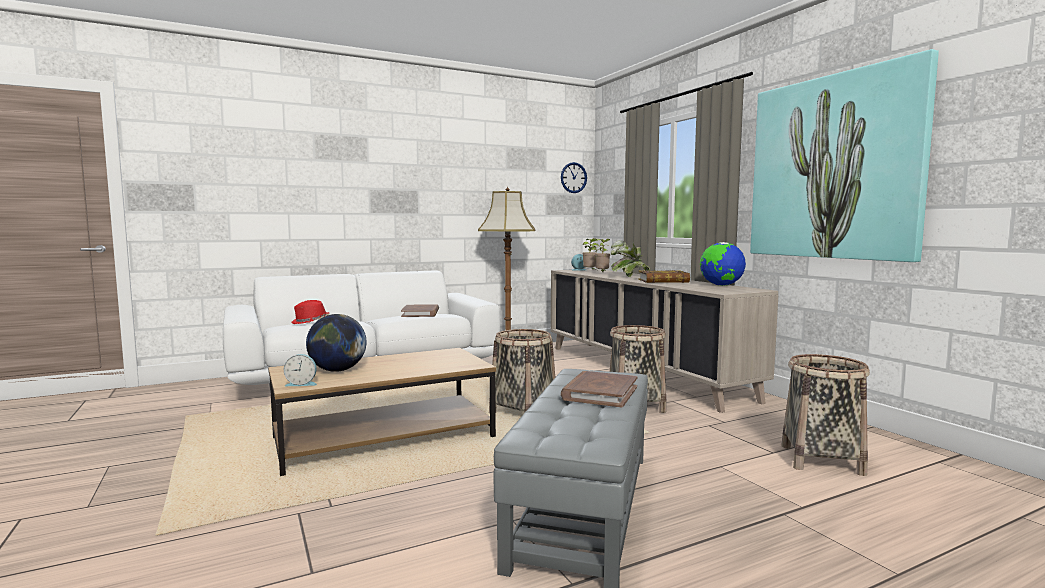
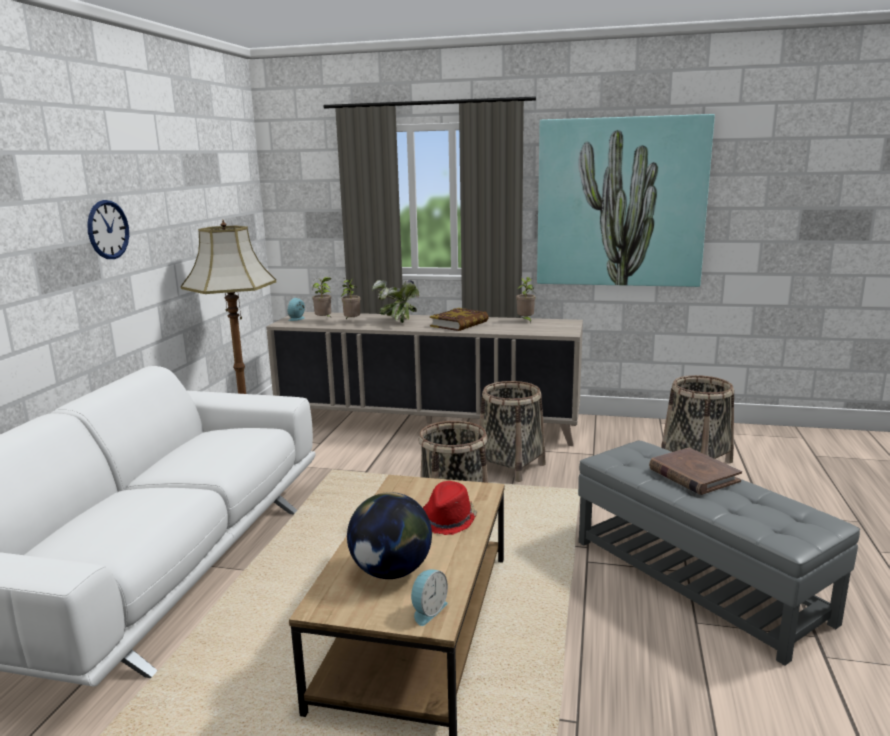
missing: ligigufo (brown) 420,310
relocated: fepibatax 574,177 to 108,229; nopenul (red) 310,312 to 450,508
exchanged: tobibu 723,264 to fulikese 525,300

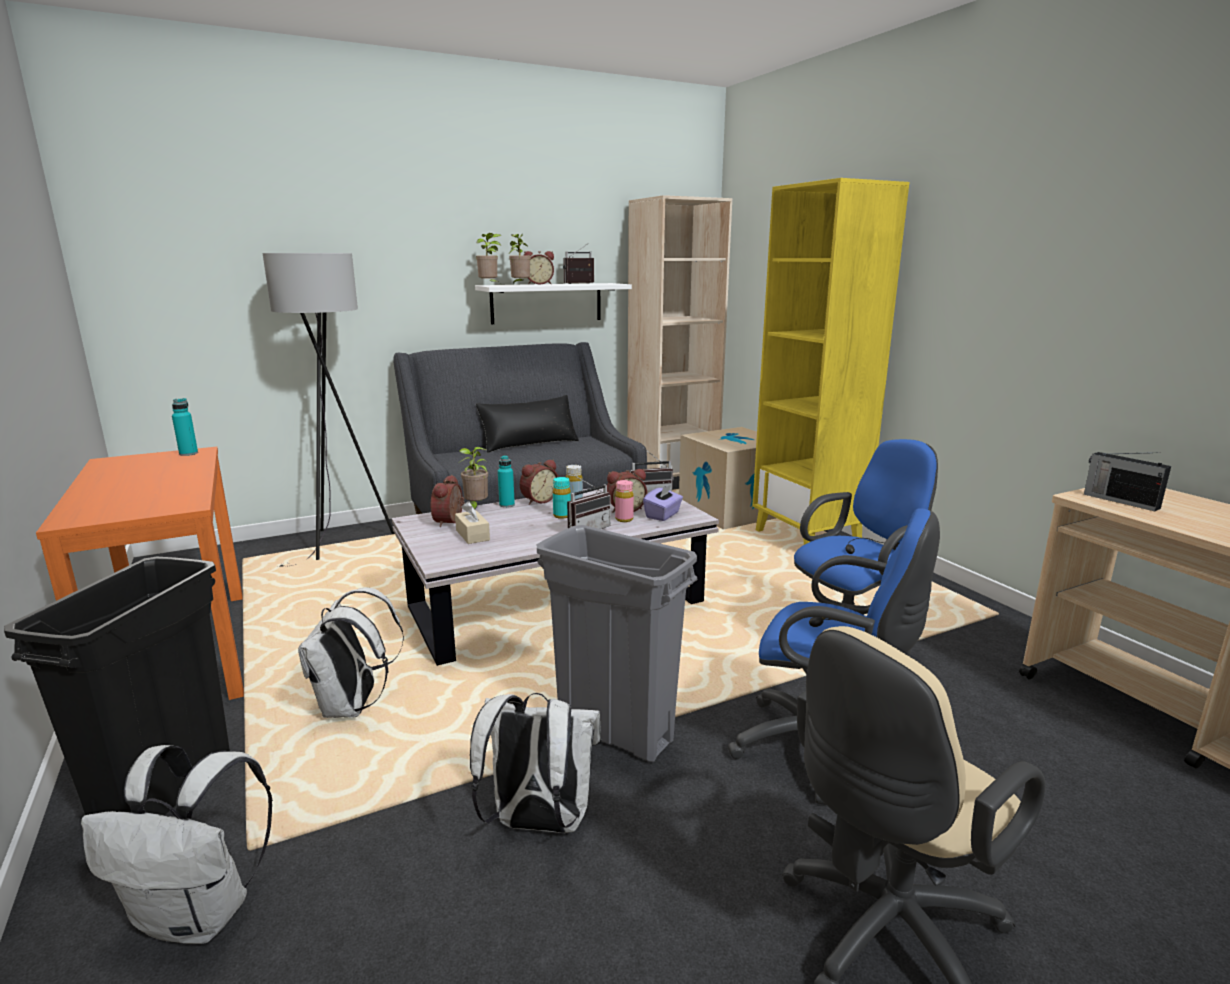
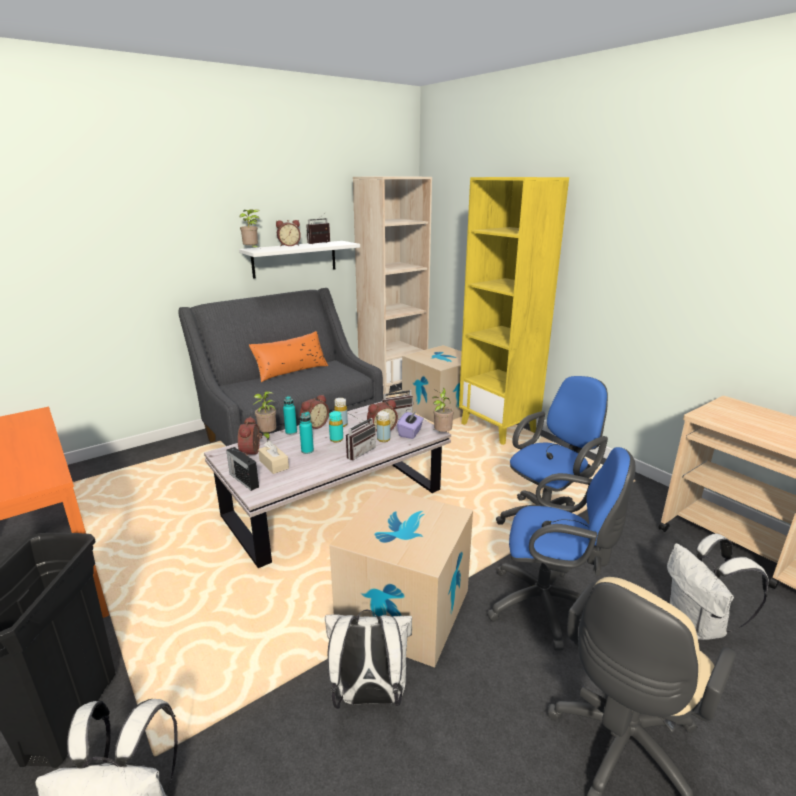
missing: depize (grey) 329,410
relocated: fulikese 520,259 to 443,410; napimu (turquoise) 185,427 to 306,433; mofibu 1127,481 to 242,469; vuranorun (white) 351,653 to 718,586
exchanged: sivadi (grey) 617,643 to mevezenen 401,577
colour: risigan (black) 527,424 to risigan (orange) 288,356; napimu (pink) 624,501 to napimu (yellow) 383,426

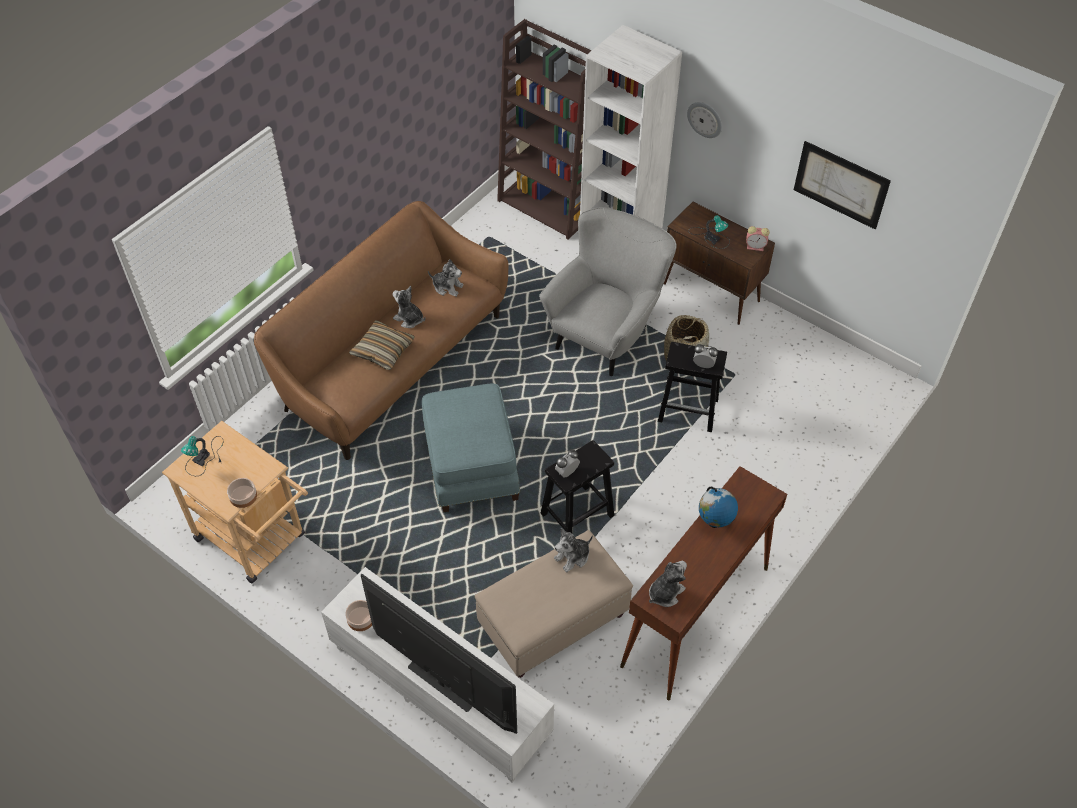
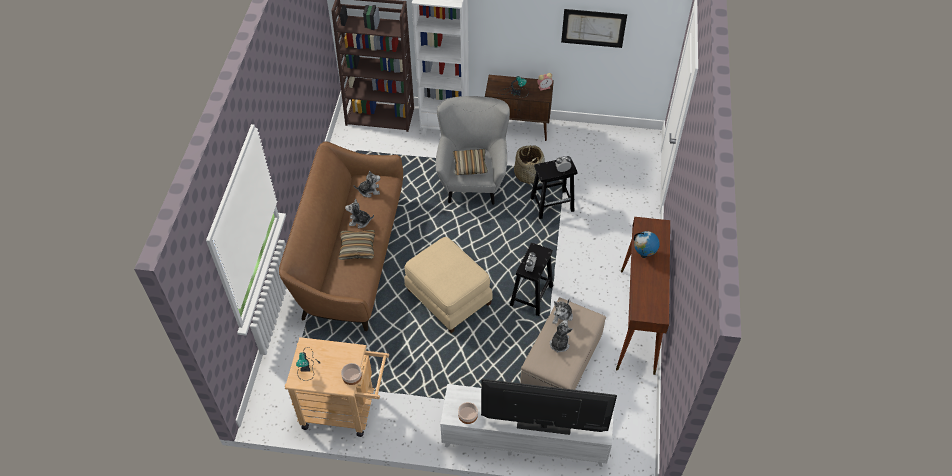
missing: fepibatax 704,120
appeared: risigan 470,162
relocated: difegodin 668,584 to 561,336
colour: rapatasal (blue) 471,447 to rapatasal (beige) 448,285

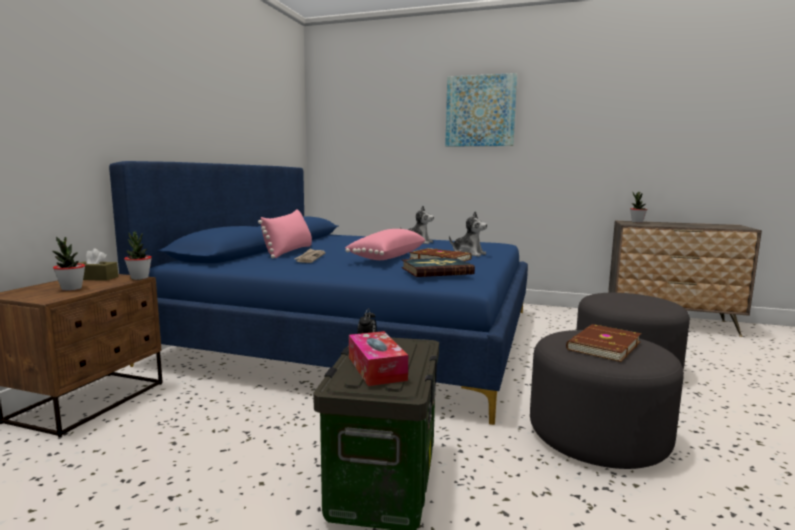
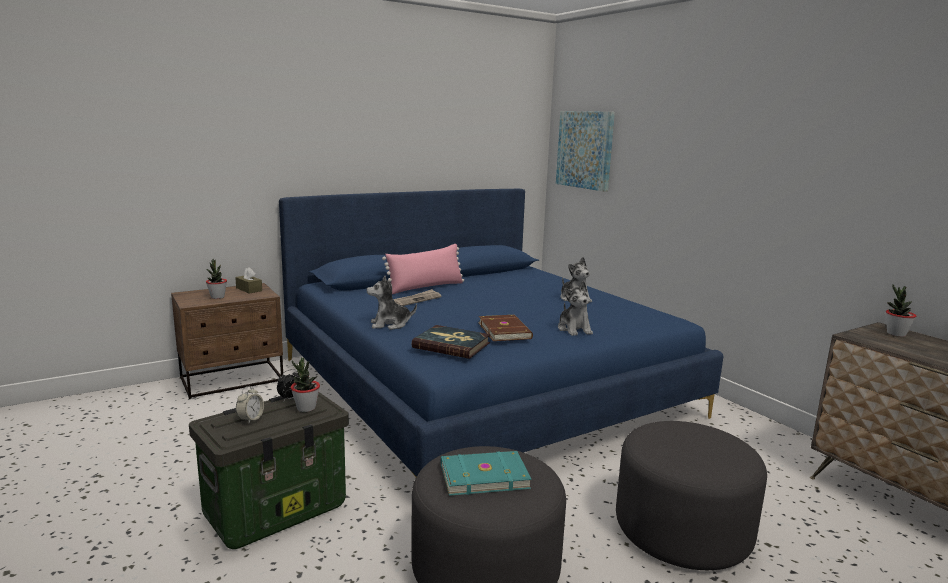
missing: risigan (pink) 385,244
appeared: difegodin 391,302
relocated: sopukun 481,110 to 585,151; fulikese 138,255 to 305,385
exchanged: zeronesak 378,358 to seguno 250,404
colour: ligigufo (brown) 603,343 to ligigufo (turquoise) 486,473

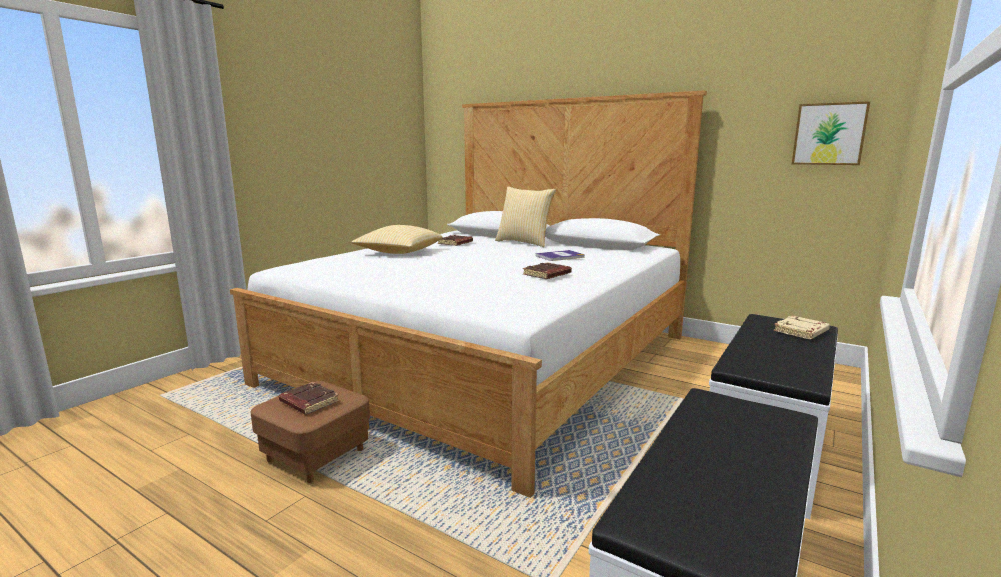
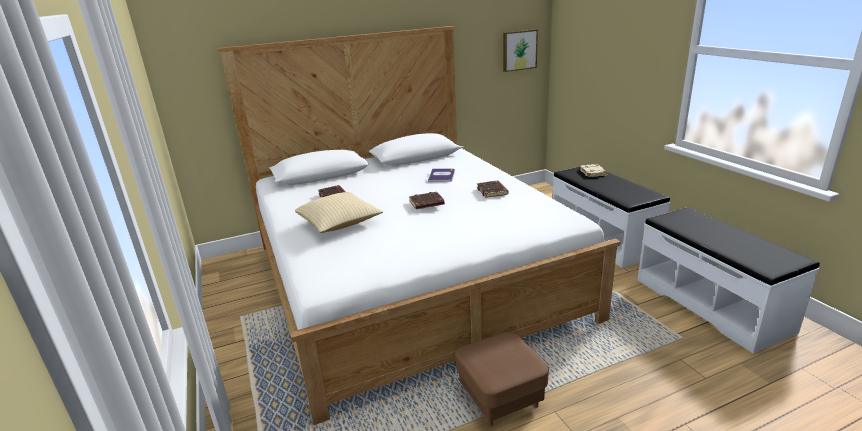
missing: risigan 525,216
relocated: ligigufo (brown) 309,398 to 427,200

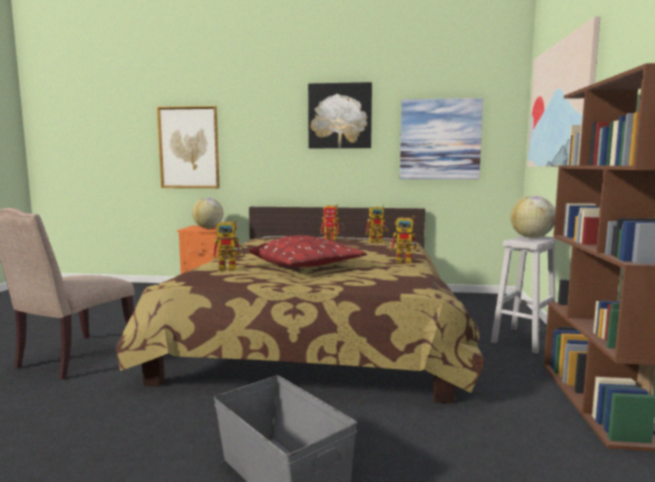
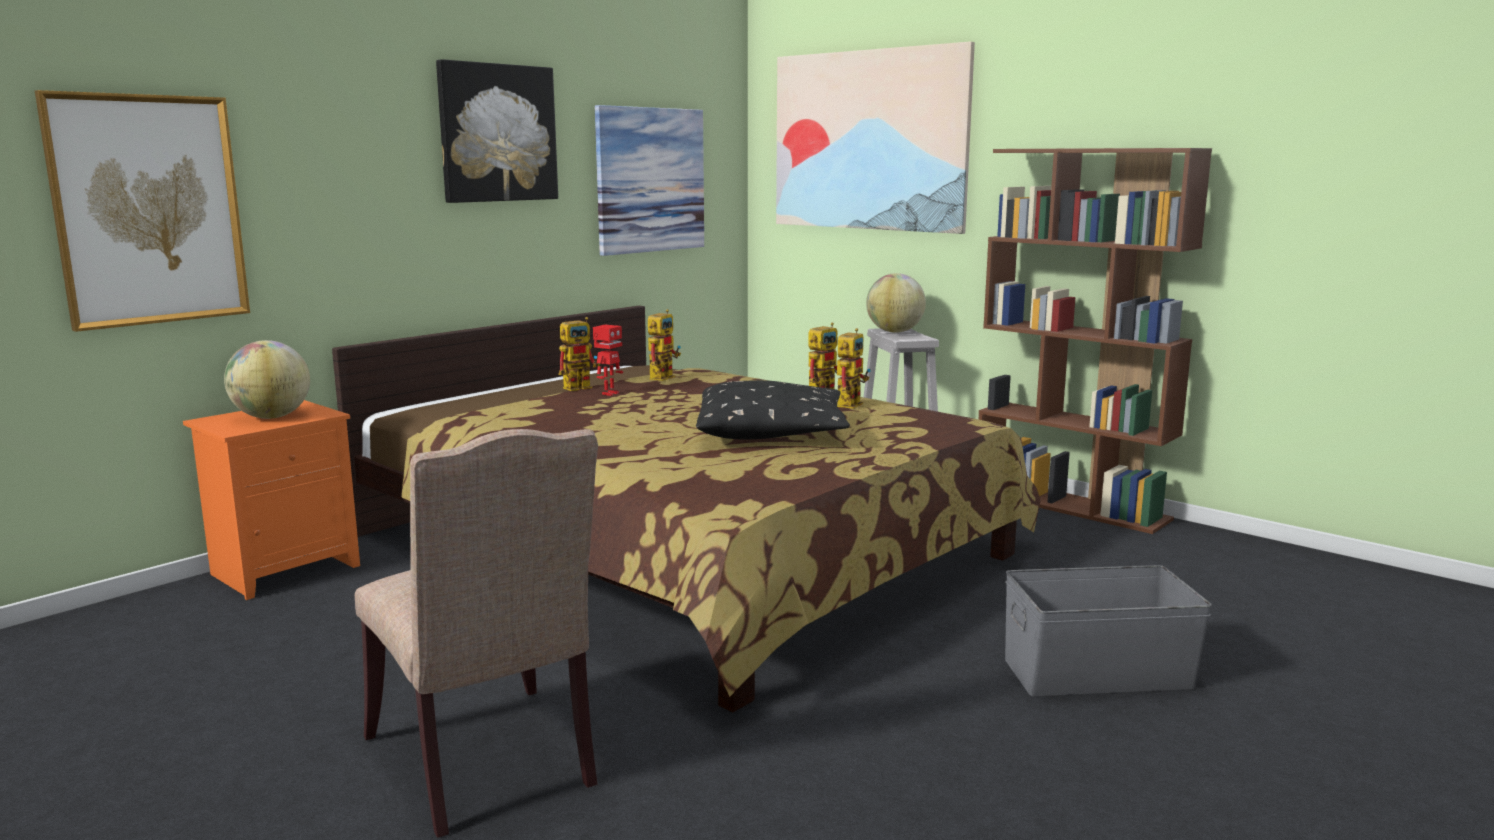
relocated: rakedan 229,245 to 854,368
colour: risigan (red) 308,251 to risigan (black) 773,409

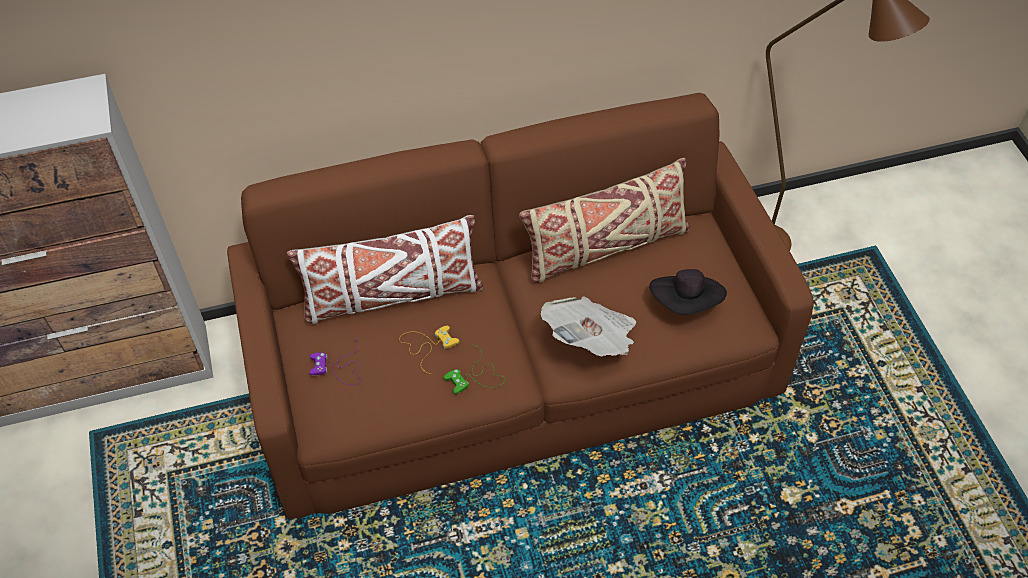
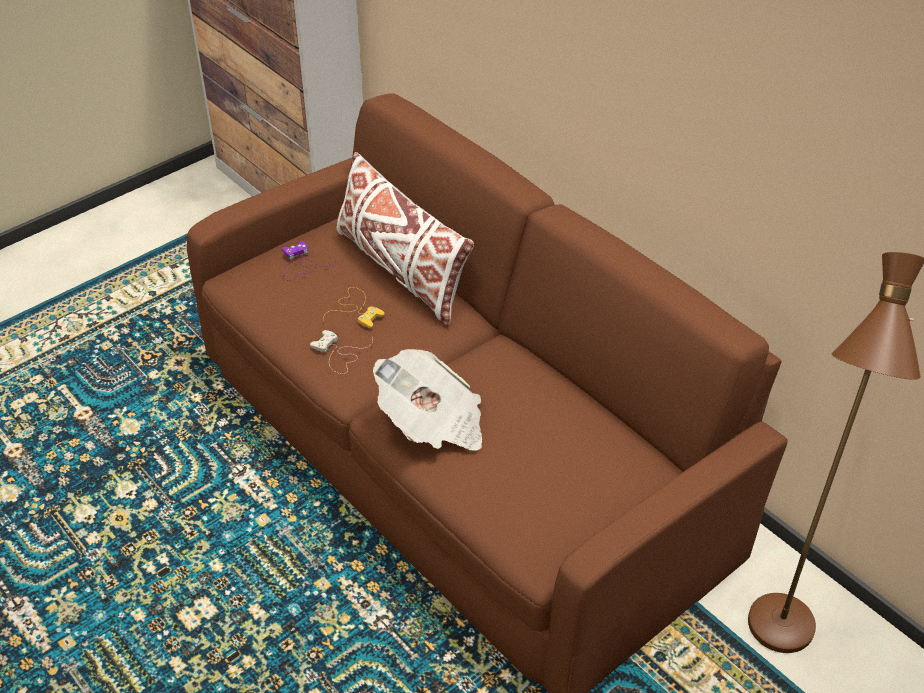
missing: risigan (beige) 604,220; nopenul (black) 688,292
colour: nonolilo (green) 472,369 to nonolilo (white) 341,352

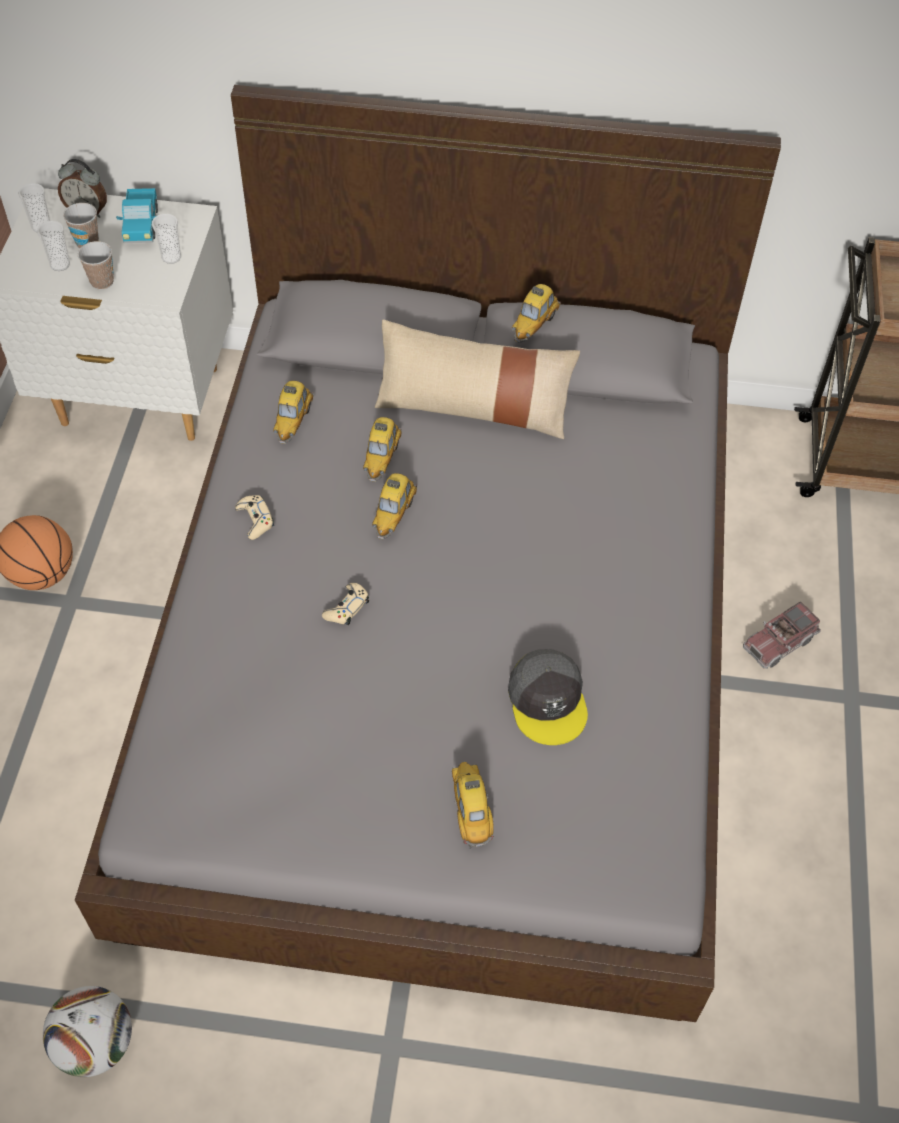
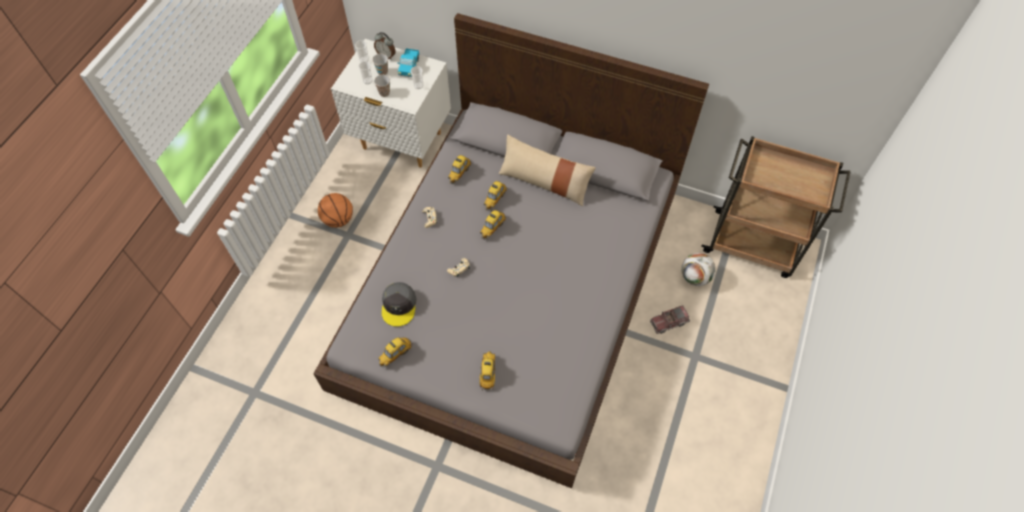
relocated: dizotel 536,313 to 395,352; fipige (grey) 548,697 to 399,304; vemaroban 87,1031 to 698,269

